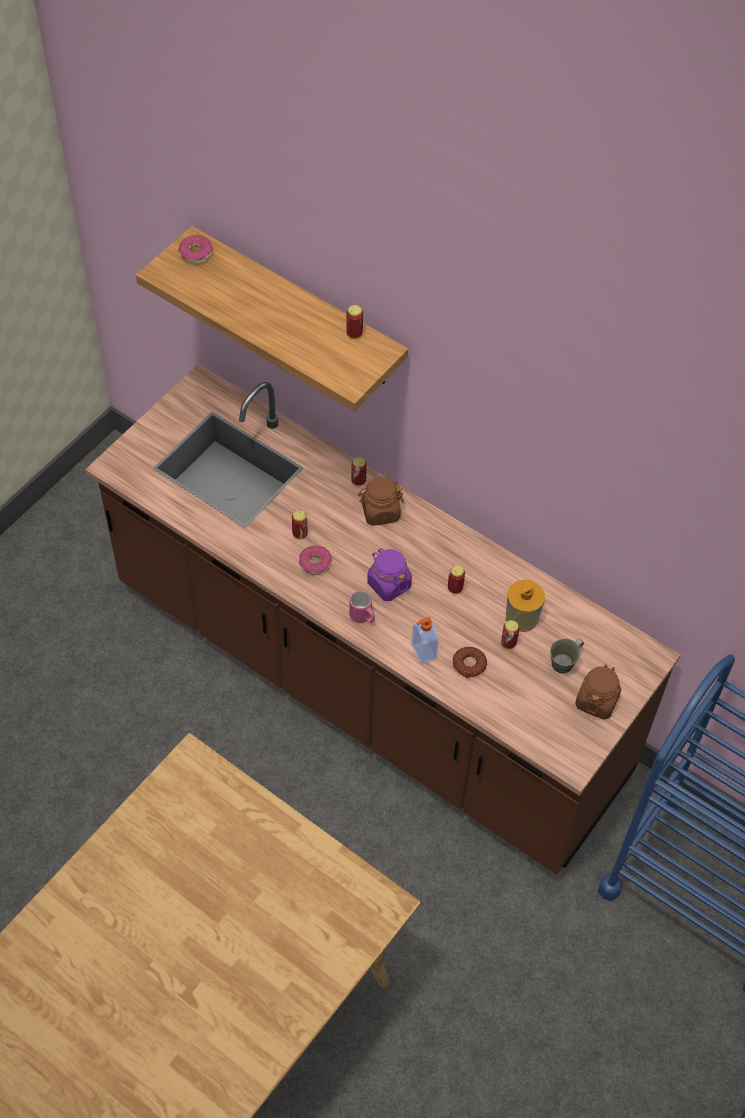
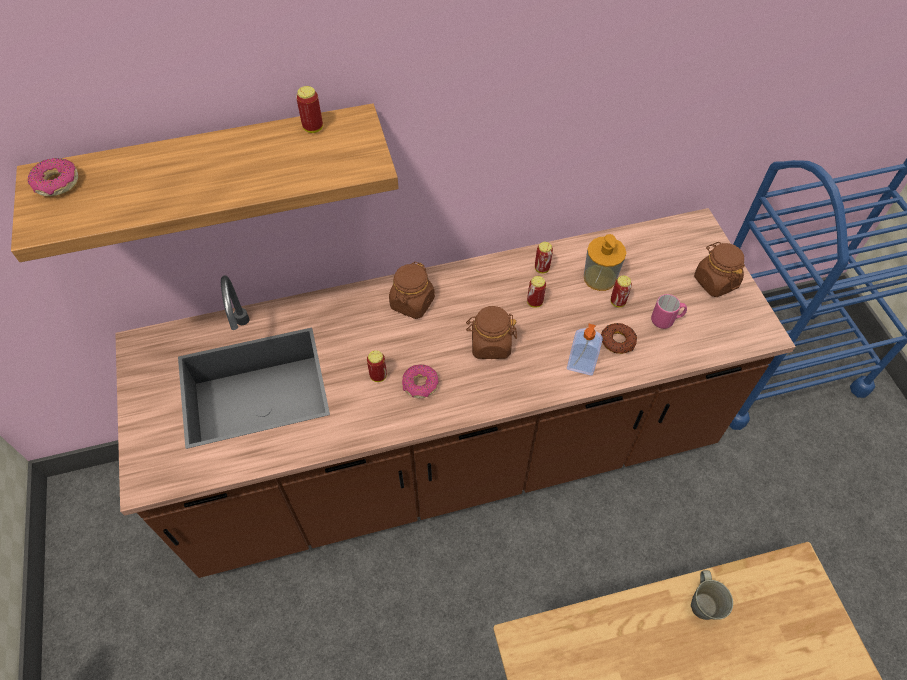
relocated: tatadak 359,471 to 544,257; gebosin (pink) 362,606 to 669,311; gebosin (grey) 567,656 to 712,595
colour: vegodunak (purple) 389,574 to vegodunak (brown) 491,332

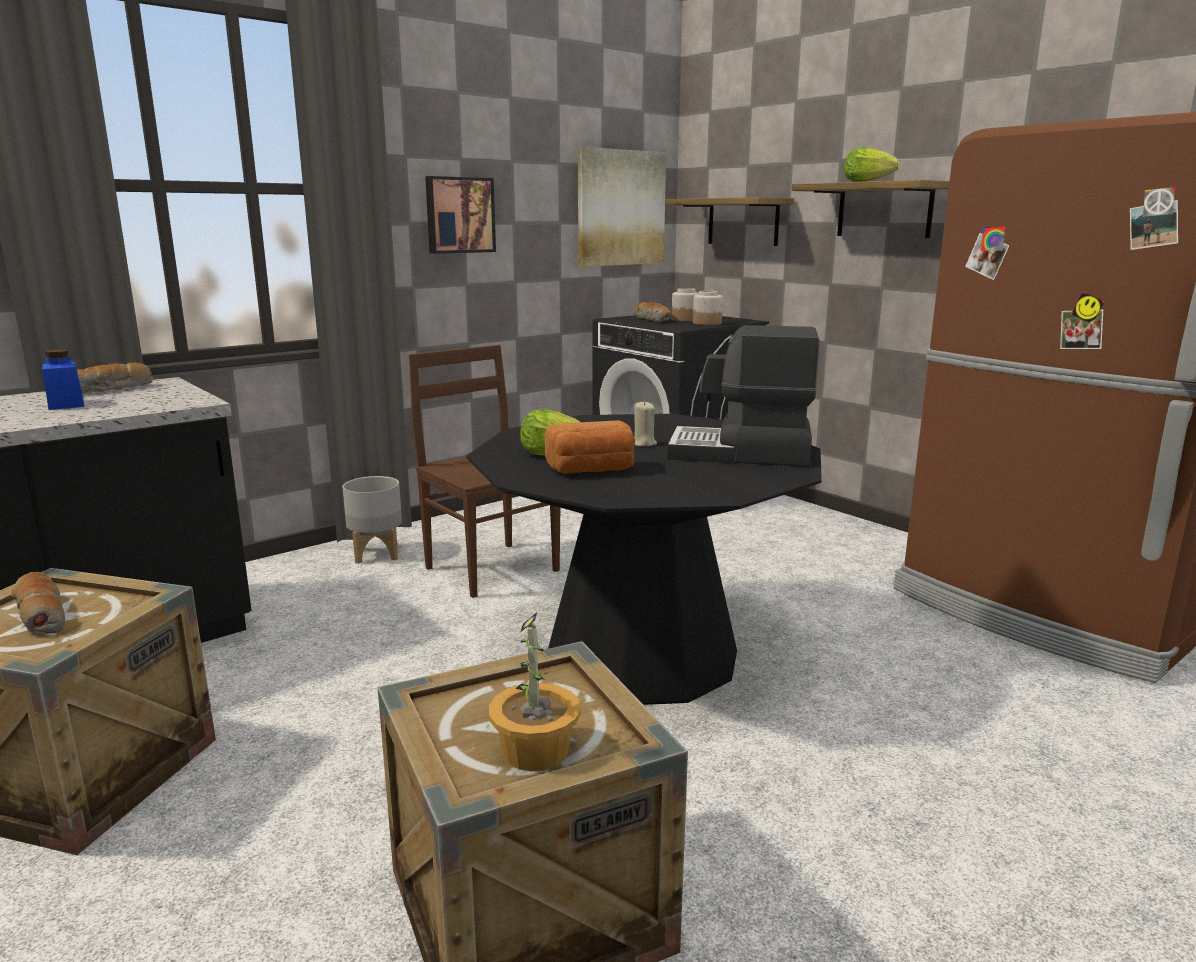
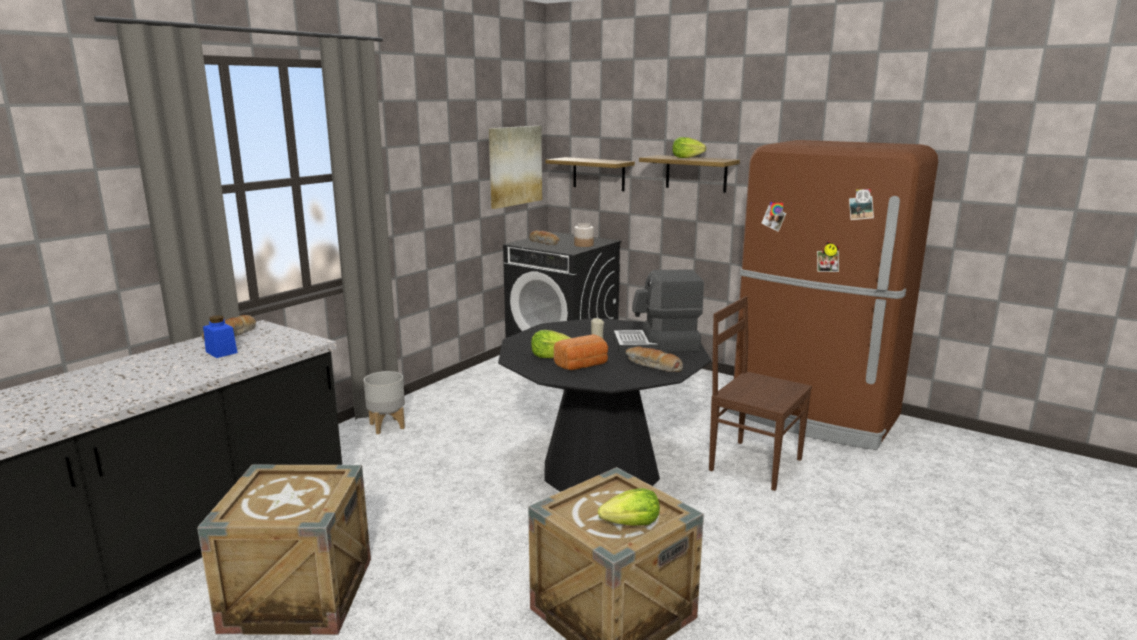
missing: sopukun 460,215; vegodunak 685,305
relocated: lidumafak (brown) 484,471 to 760,393; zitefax 38,603 to 654,359
exchanged: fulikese 535,691 to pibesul 629,507

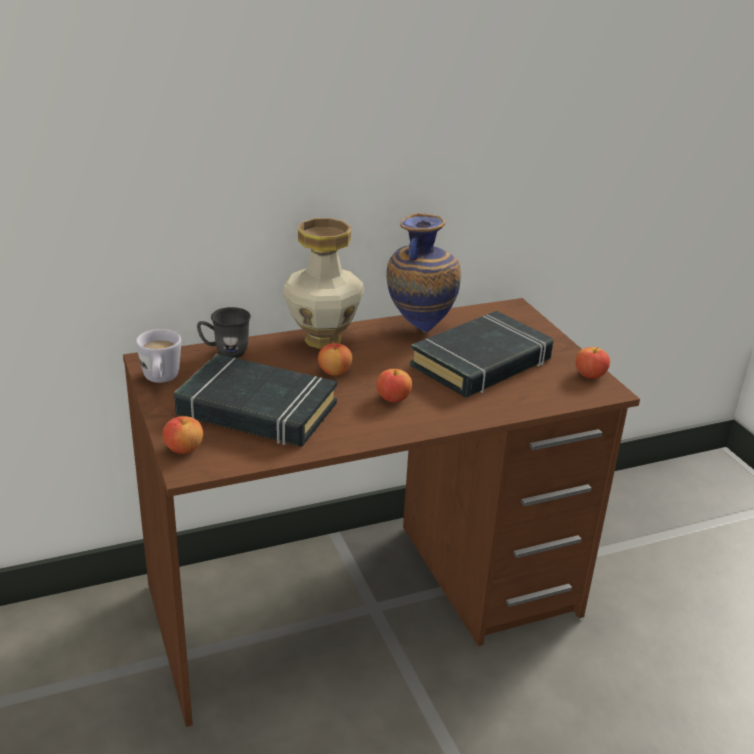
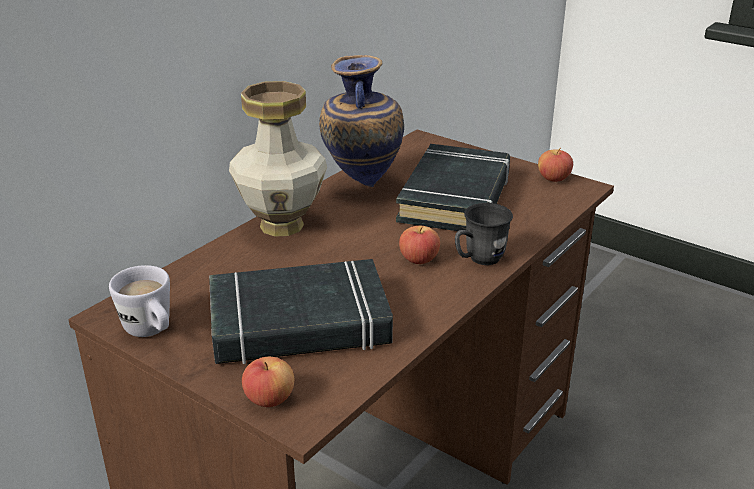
missing: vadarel 335,359
relocated: gebosin (grey) 224,332 to 484,234

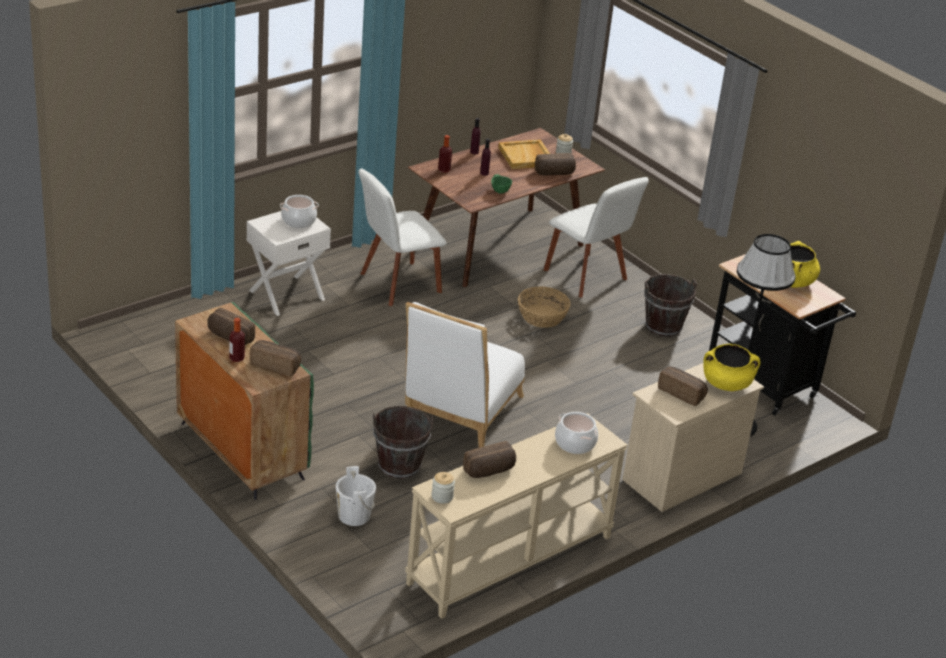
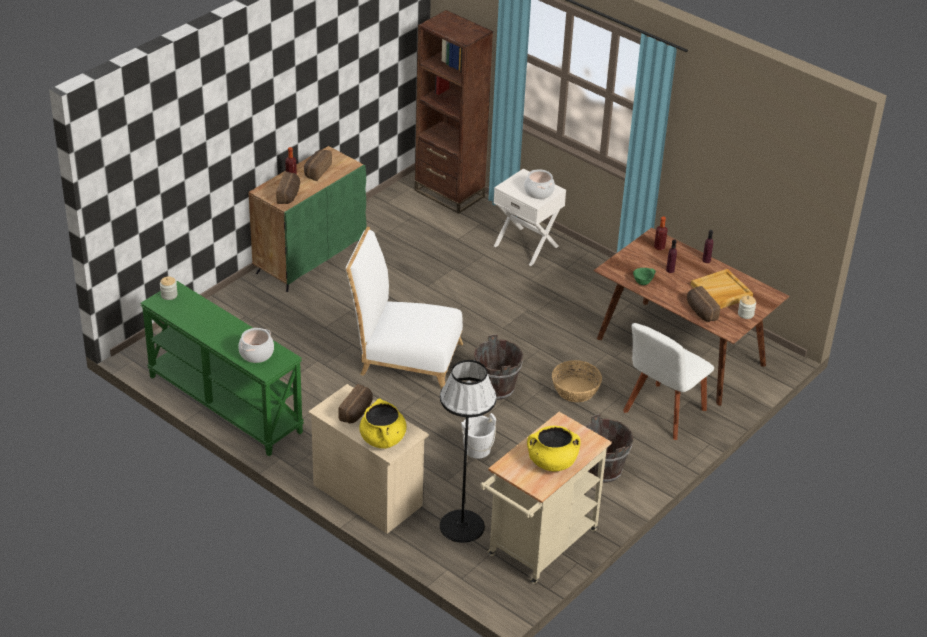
missing: lidumafak (white) 403,237; zitefax 489,459
appeared: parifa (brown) 454,112
relocated: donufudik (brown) 403,442 to 498,367; donufudik (white) 356,496 to 478,436
colour: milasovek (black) 782,334 to milasovek (beige) 546,498; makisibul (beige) 516,516 to makisibul (green) 222,368

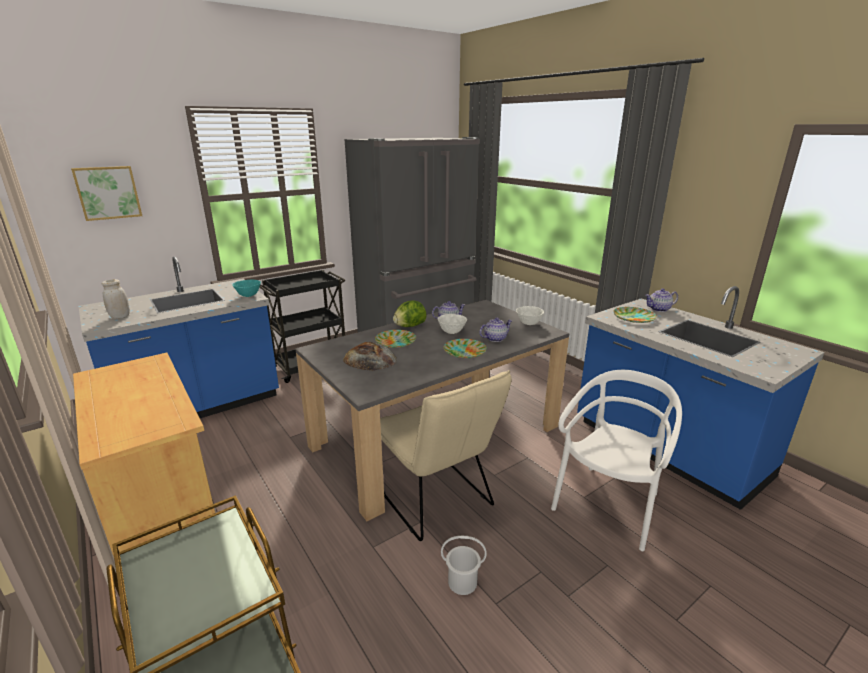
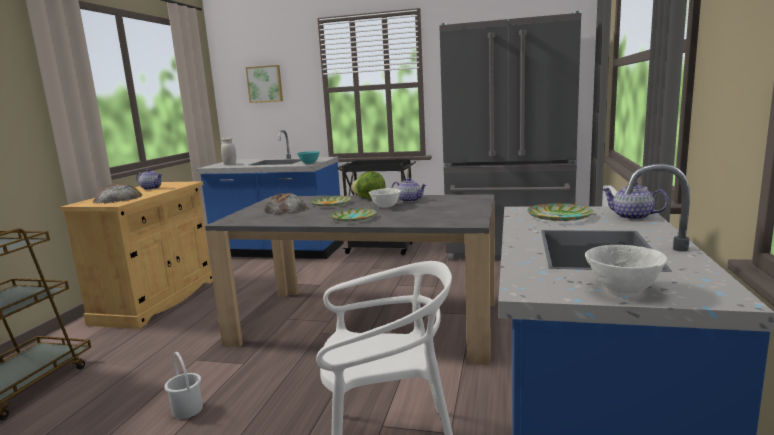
missing: lidumafak (beige) 446,455
appeared: zitefax 117,194
relocated: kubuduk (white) 530,315 to 626,269; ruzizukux 496,330 to 149,179

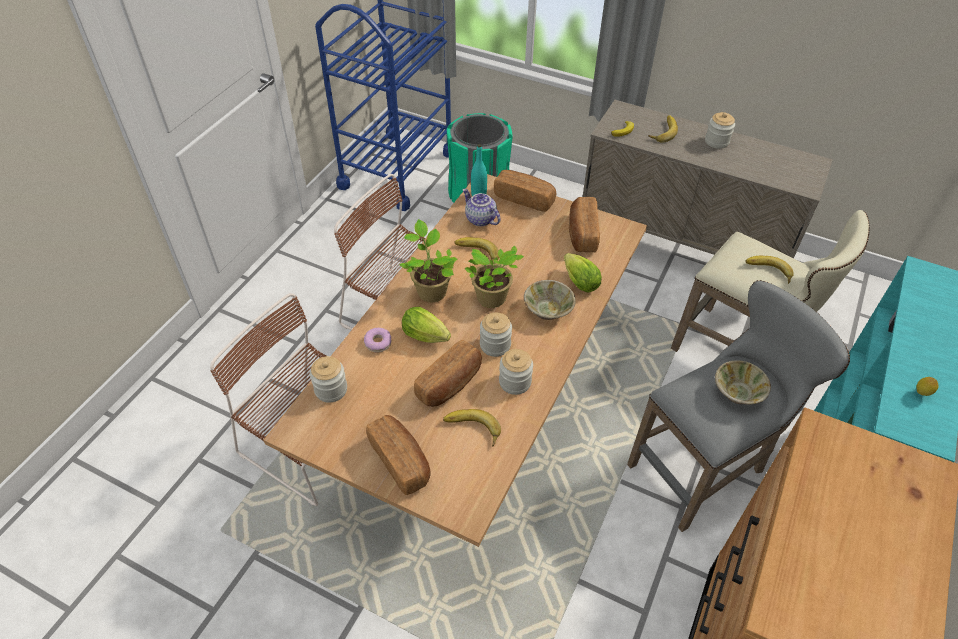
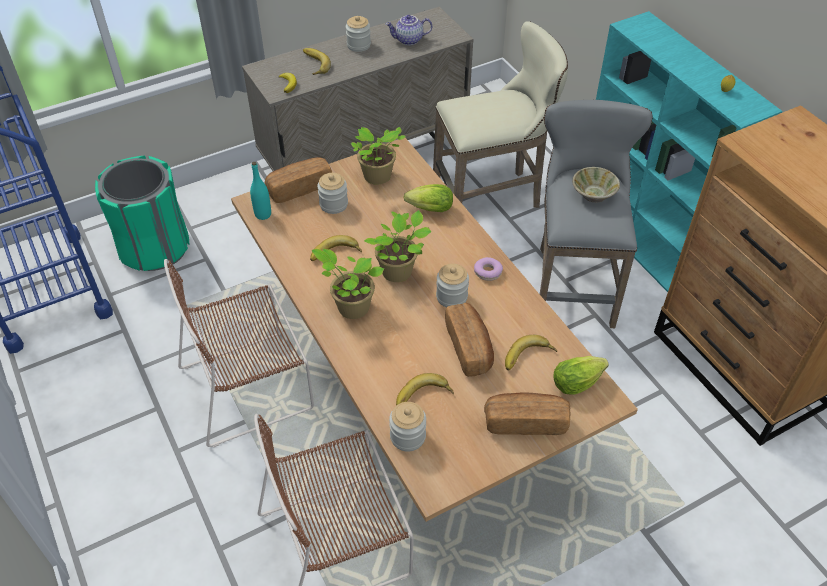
missing: kubuduk (beige) 550,300
relocated: ruzizukux 481,207 to 409,30; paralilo 769,270 to 425,389; pibesul 426,325 to 581,375; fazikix 377,340 to 488,269; vegodunak 516,372 to 332,193
exchanged: zitefax 584,224 to fulikese 378,156

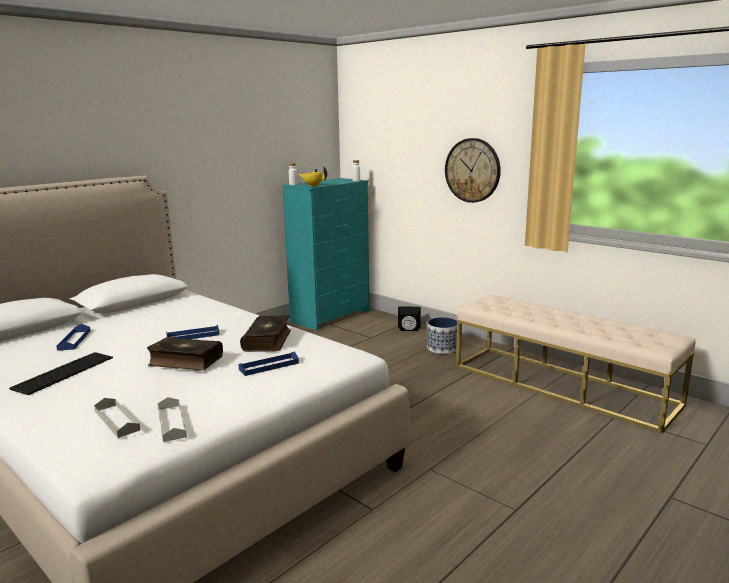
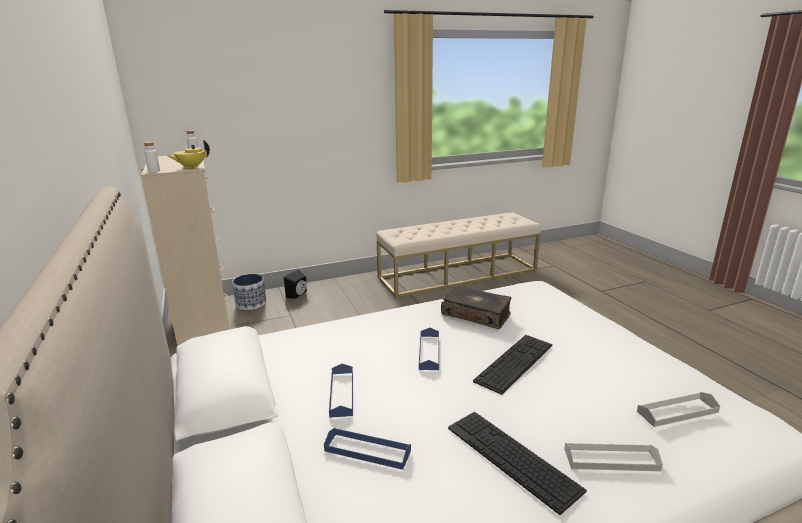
missing: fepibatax 473,170
relocated: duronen 442,335 to 249,292; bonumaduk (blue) 268,363 to 341,391; bonumaduk (grey) 172,419 to 613,456
exchanged: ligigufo 185,354 to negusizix 512,365
colour: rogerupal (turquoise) 325,254 to rogerupal (beige) 185,250

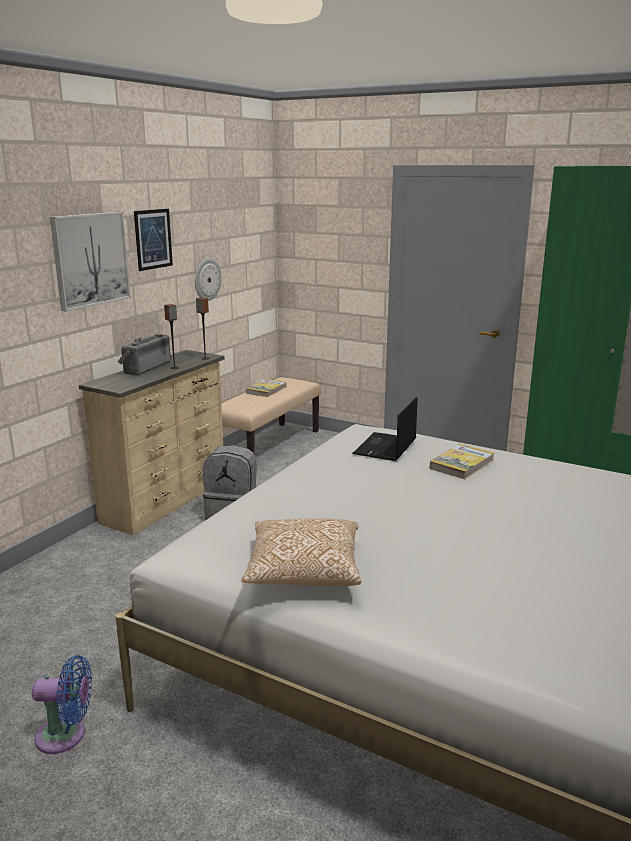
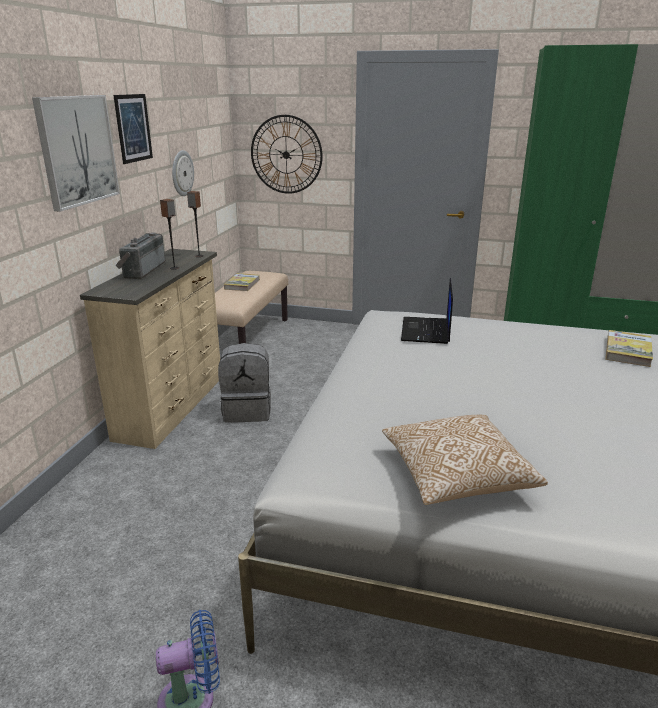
appeared: fepibatax 287,154
relocated: ligigufo 462,461 to 629,348

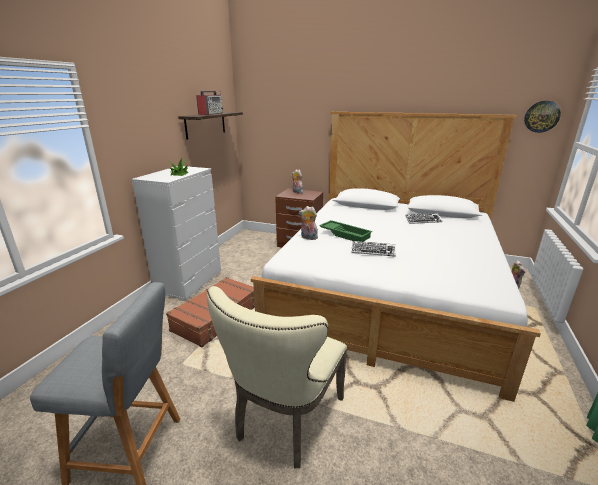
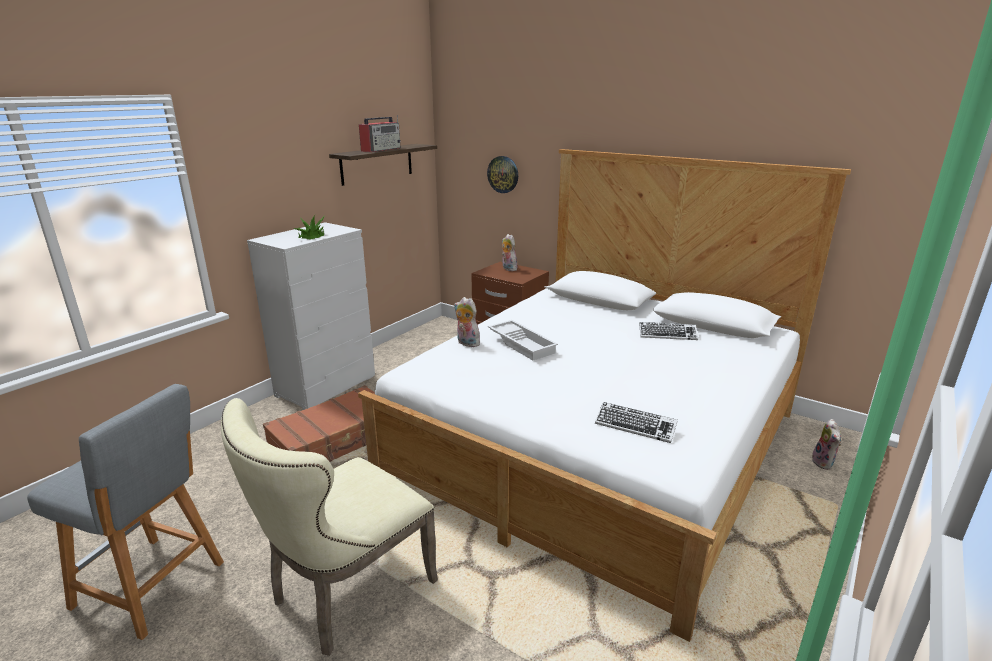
relocated: fepibatax 542,117 to 502,174; negusizix 373,249 to 636,422
colour: bonumaduk (green) 345,231 to bonumaduk (white) 523,340

